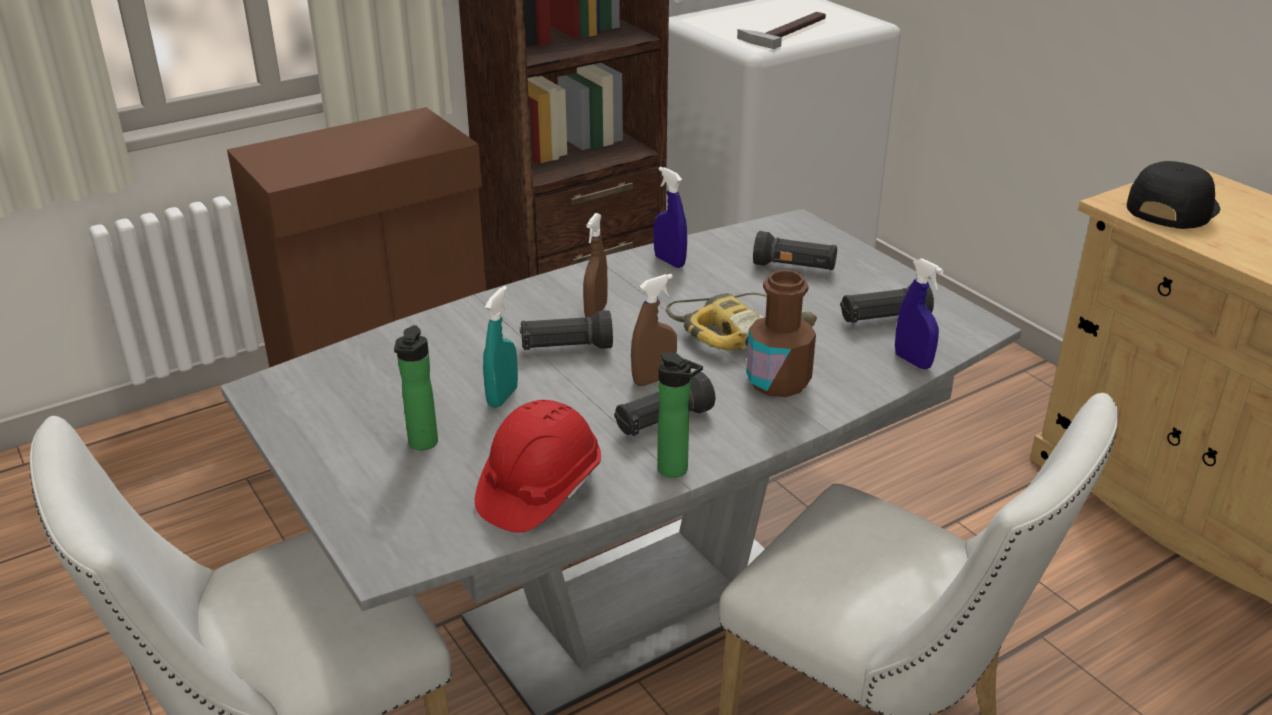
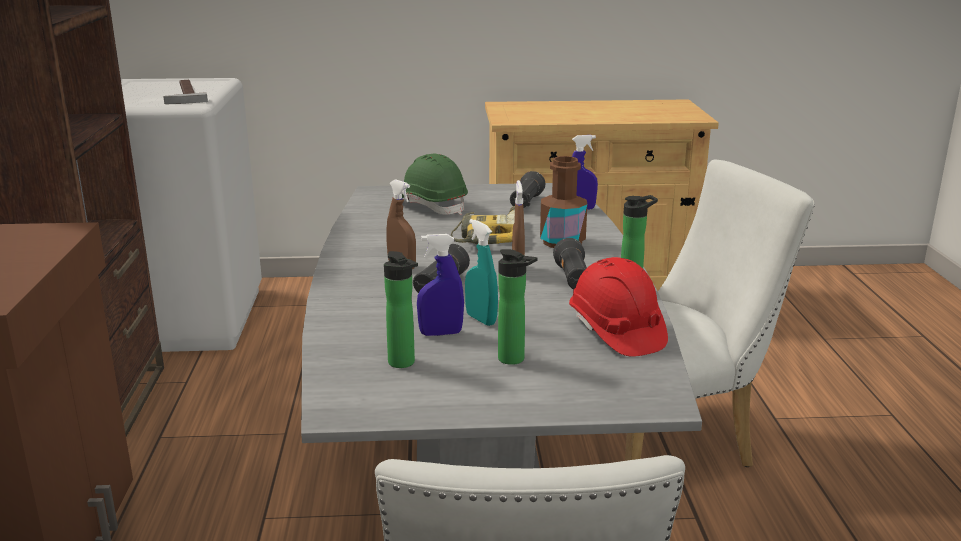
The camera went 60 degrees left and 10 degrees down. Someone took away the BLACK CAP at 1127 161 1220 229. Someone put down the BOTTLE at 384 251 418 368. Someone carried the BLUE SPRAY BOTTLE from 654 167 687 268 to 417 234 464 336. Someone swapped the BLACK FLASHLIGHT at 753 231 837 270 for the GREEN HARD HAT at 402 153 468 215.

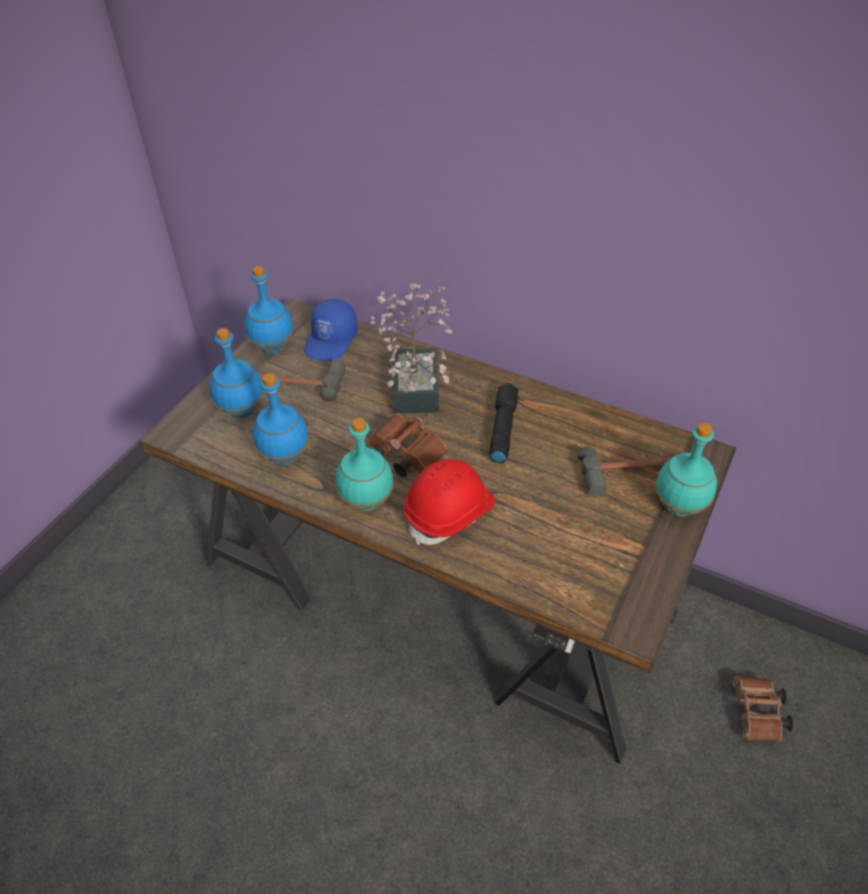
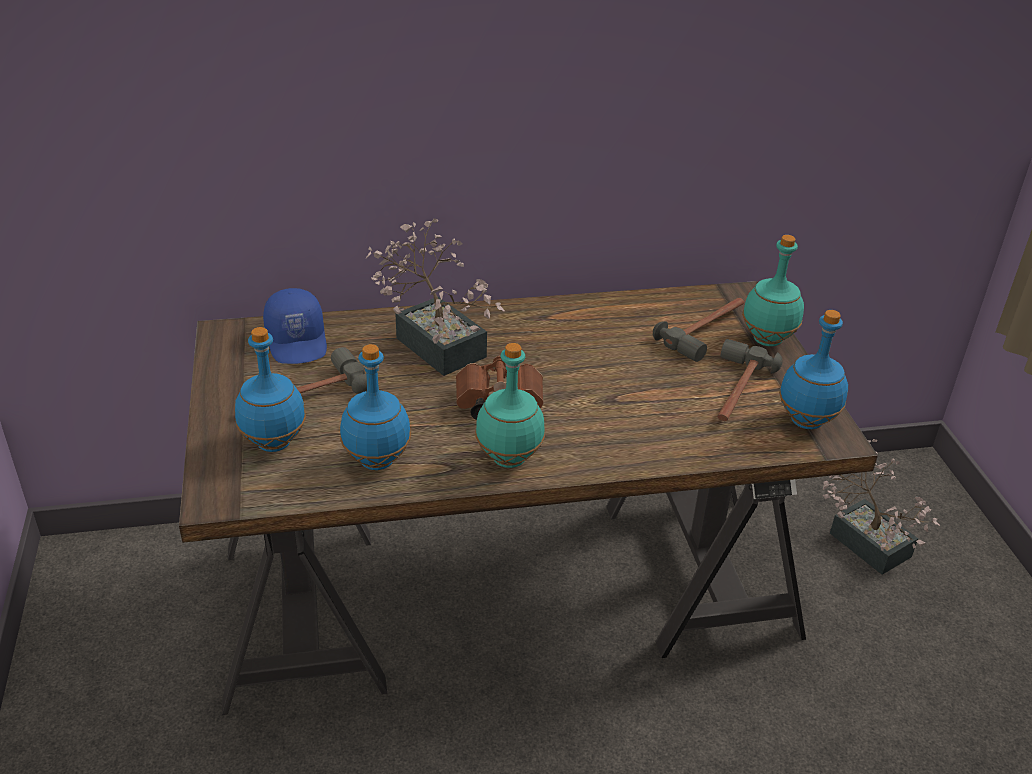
The camera went 40 degrees left and 10 degrees down. Someone took away the RED HARD HAT at 404 459 496 545. Someone took away the BLACK FLASHLIGHT at 489 383 518 463. Someone put down the HAMMER at 717 339 782 421. Someone carried the BLUE BOTTLE from 245 266 294 354 to 779 310 848 429. Someone swapped the BROWN BINOCULARS at 733 676 793 741 for the POTTED PLANT at 823 439 940 575.

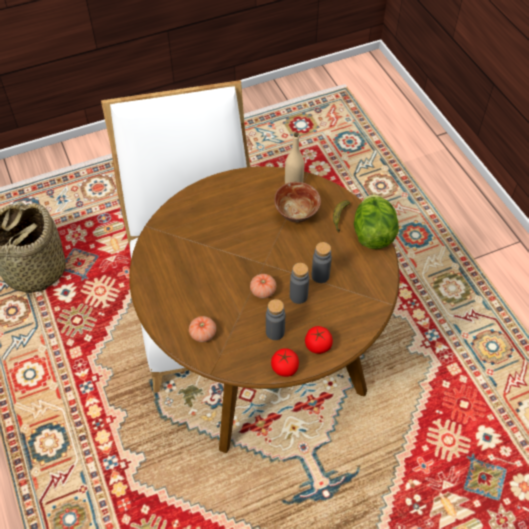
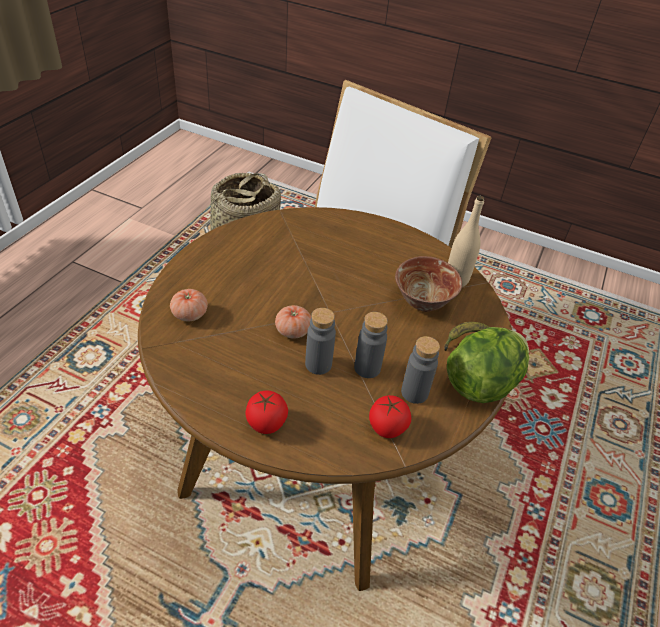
The camera went 45 degrees right and 10 degrees down. Someone carried the GREY BOTTLE from 266 299 285 340 to 401 336 440 404. Someone carried the TOMATO from 271 348 299 377 to 369 395 411 438.

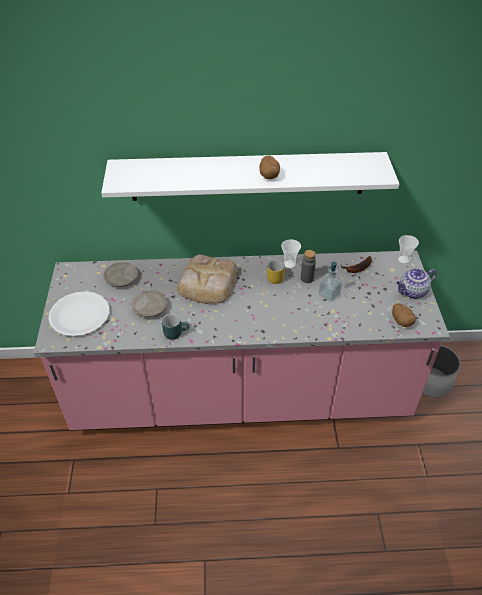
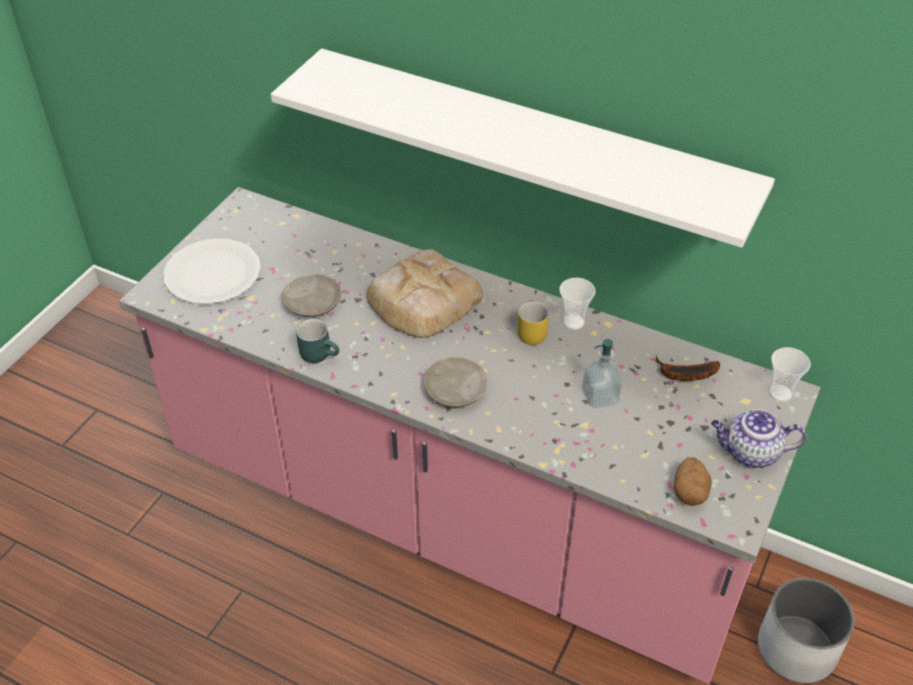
The camera went 30 degrees right and 0 degrees up. Someone took away the POTATO at 259 156 280 179. Someone took away the GREY BOTTLE at 301 250 316 283. Someone carried the BEIGE PLATE from 103 262 138 287 to 424 357 487 408.

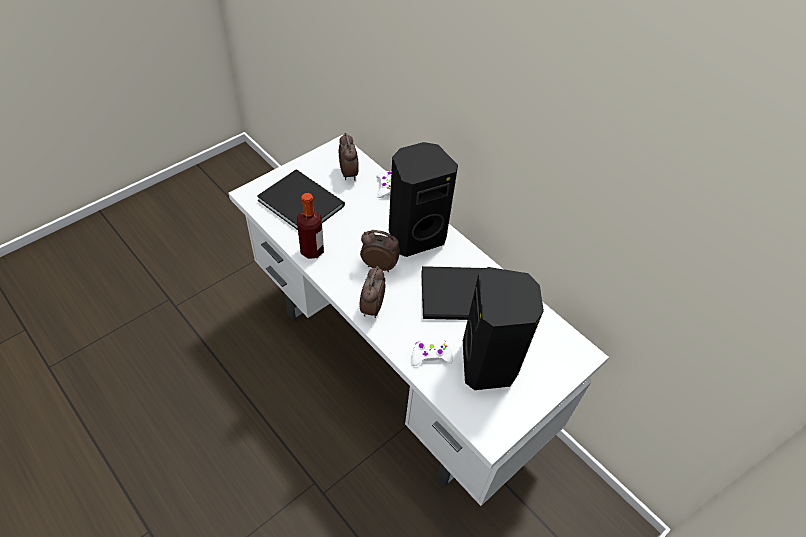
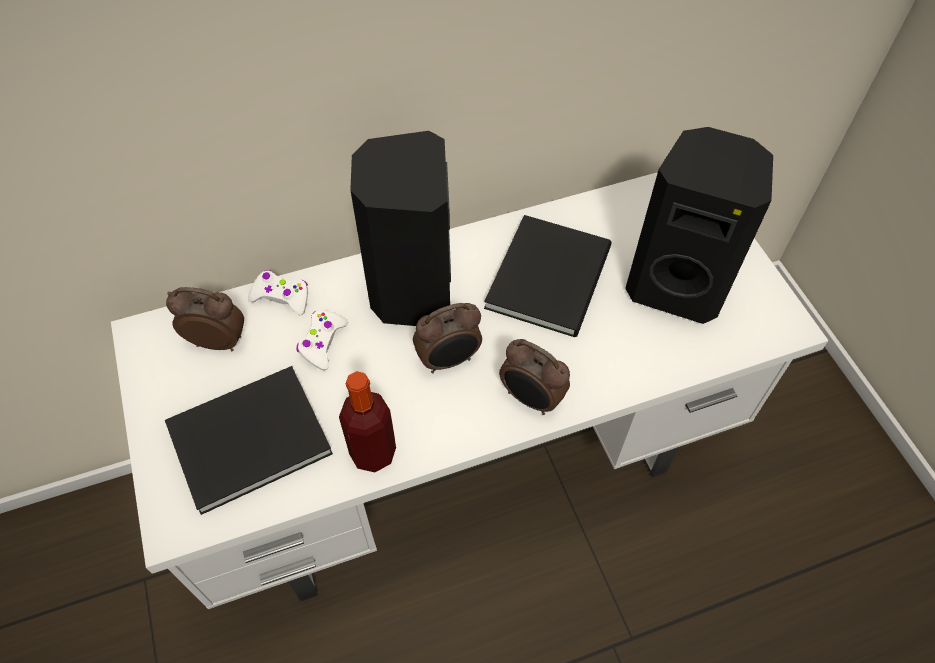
The camera went 65 degrees left and 5 degrees up. Someone carried the WHITE GAME CONTROLLER from 412 341 453 366 to 297 310 348 370. Someone rotated the ALARM CLOCK at 360 230 400 272 by 150 degrees counterclockwise.

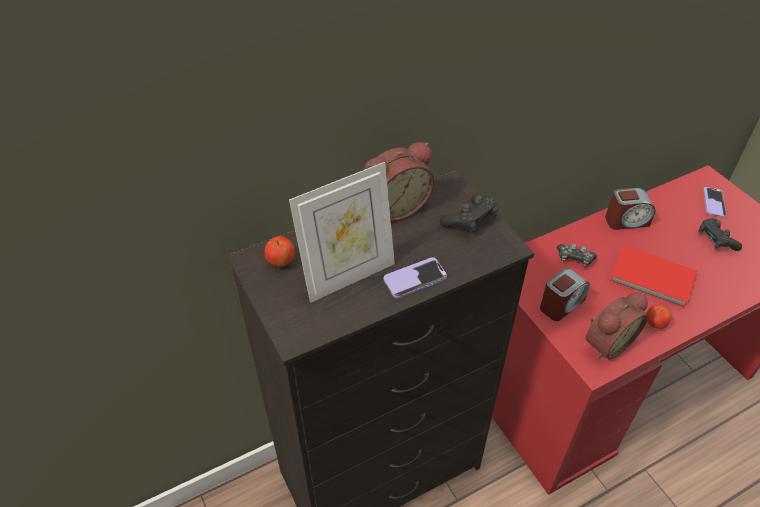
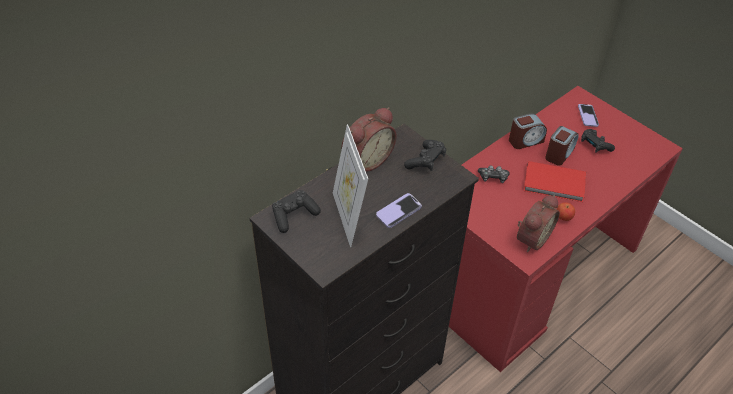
The camera went 15 degrees left and 0 degrees up. Someone carried the ALARM CLOCK from 540 268 590 321 to 545 126 579 166. Someone swapped the APPLE at 264 236 295 267 for the BLACK GAME CONTROLLER at 272 190 321 233. Someone rotated the PICTURE FRAME at 289 162 395 303 by 120 degrees clockwise.

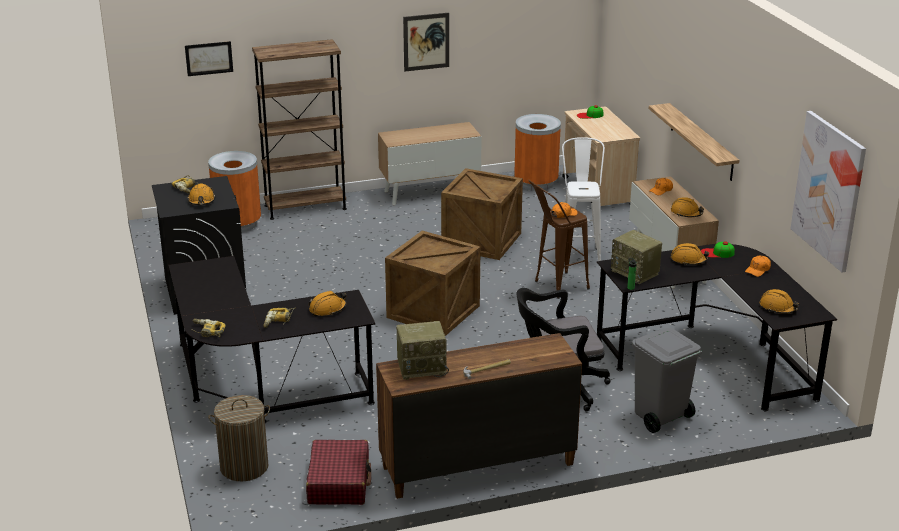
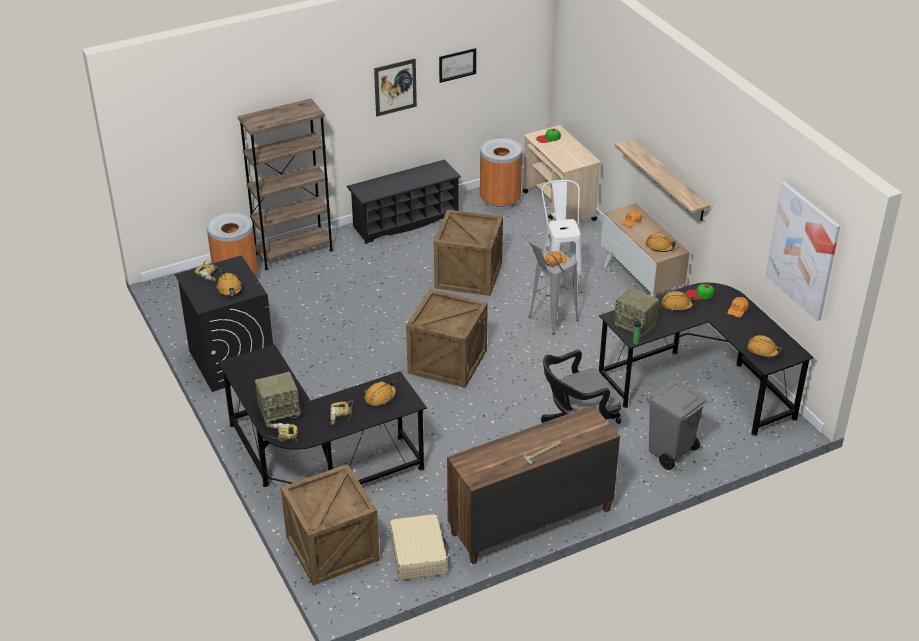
The camera went 10 degrees left and 10 degrees up. Someone carried the PICTURE from 185 41 233 76 to 439 48 476 83. Someone carried the RADIO from 396 321 449 380 to 255 372 302 423. Someone swapped the LAUNDRY BASKET at 208 395 270 481 for the CRATE at 281 464 380 586. Someone swapped the CABINET at 378 122 482 205 for the BLACK SHOE RACK at 346 159 461 244. Someone repainted the RED SUITCASE at 306 440 371 505, which became the BEIGE SUITCASE at 389 514 448 580. Someone repainted the BROWN STOOL at 528 180 590 299, which became the GREY STOOL at 524 236 579 335.

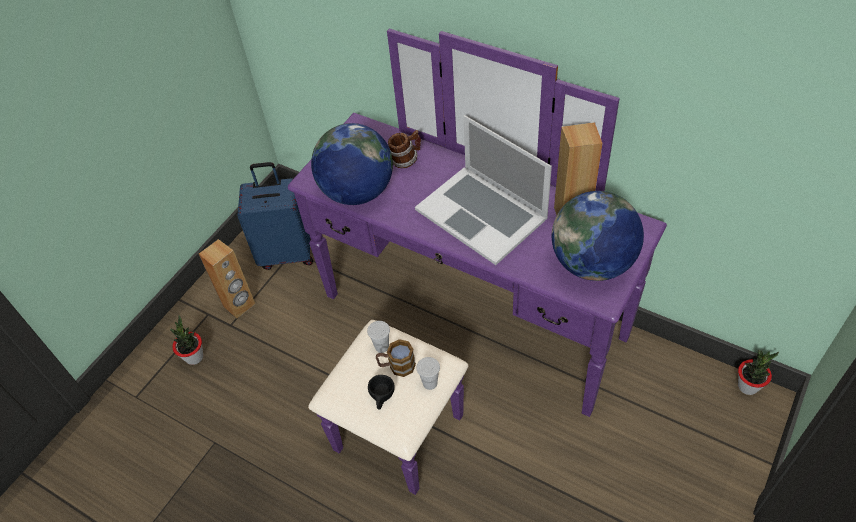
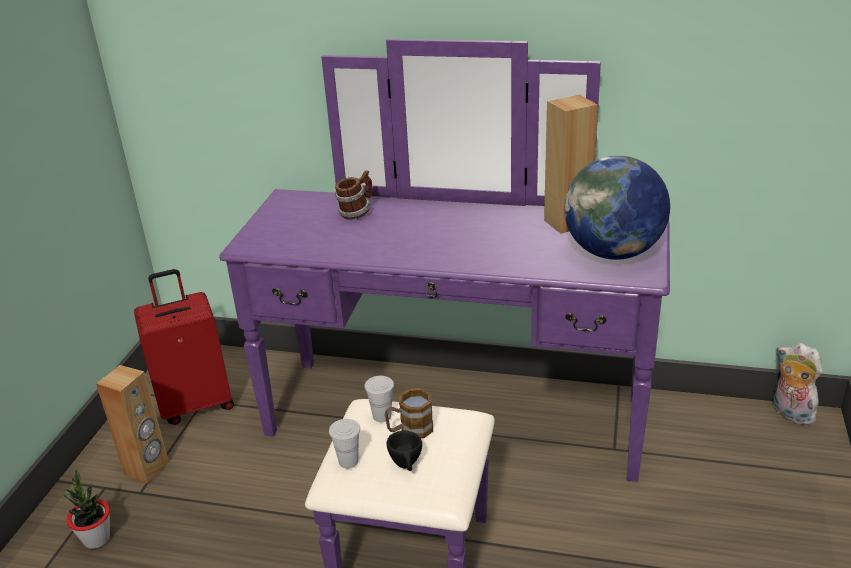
The camera went 20 degrees left and 20 degrees down. Someone took away the GLOBE at 311 123 393 205. Someone took away the LAPTOP at 415 115 552 265. Someone carried the WHITE CUP from 416 357 440 390 to 329 419 360 469. Someone swapped the POTTED PLANT at 738 350 779 395 for the PLUSH TOY at 773 343 823 425. Someone repainted the BLUE SUITCASE at 238 162 313 270, which became the RED SUITCASE at 134 269 234 425.

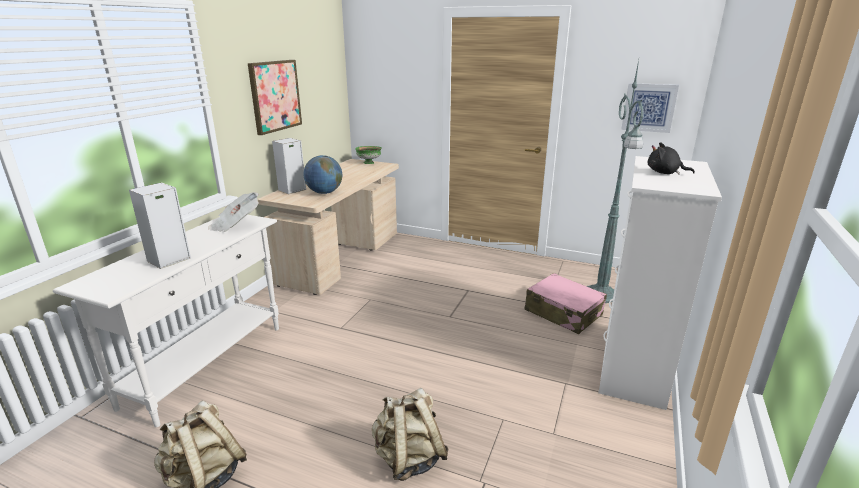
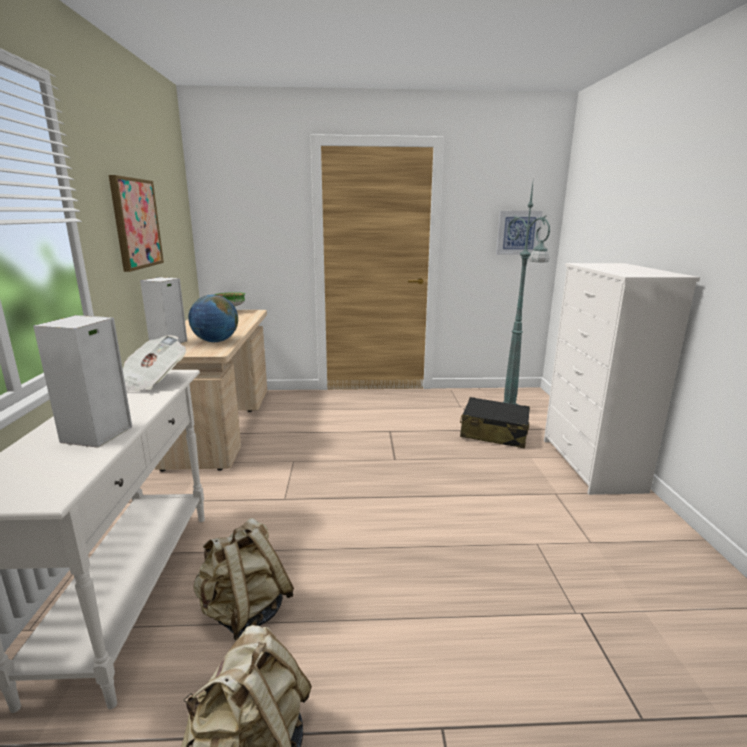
The camera went 25 degrees left and 5 degrees down. Someone took away the BLACK PLUSH TOY at 647 142 695 175. Someone carried the BEIGE BACKPACK from 372 388 449 481 to 193 518 294 640. Someone repainted the PINK SUITCASE at 525 273 607 334, which became the BLACK SUITCASE at 460 397 530 448.

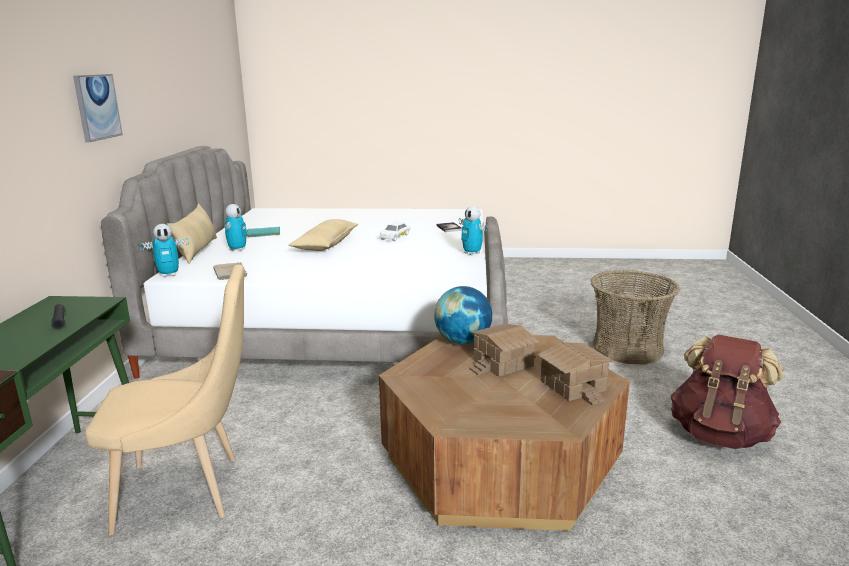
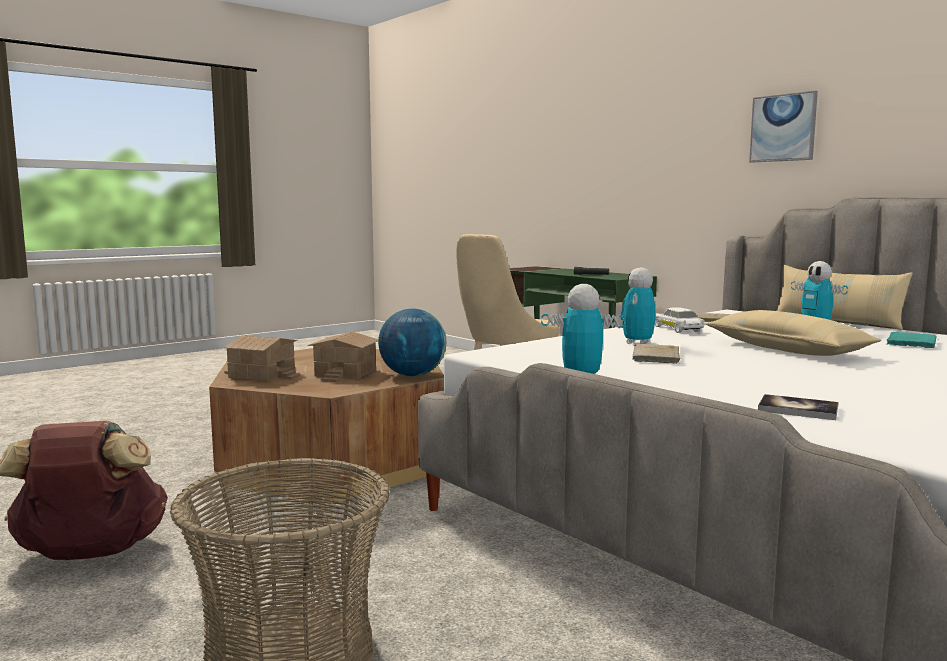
The camera went 135 degrees right and 10 degrees down. Someone put down the BEIGE BOOK at 633 344 680 364. Someone carried the TOY ROBOT from 139 224 189 277 to 621 267 655 344. Someone carried the WHITE TOY CAR from 379 222 411 241 to 655 307 705 333.

